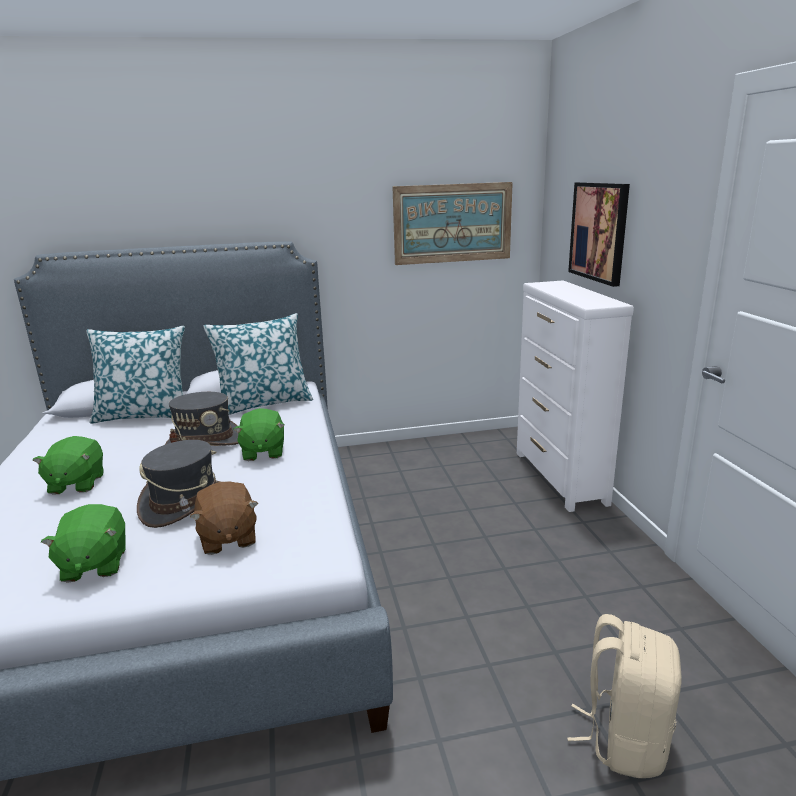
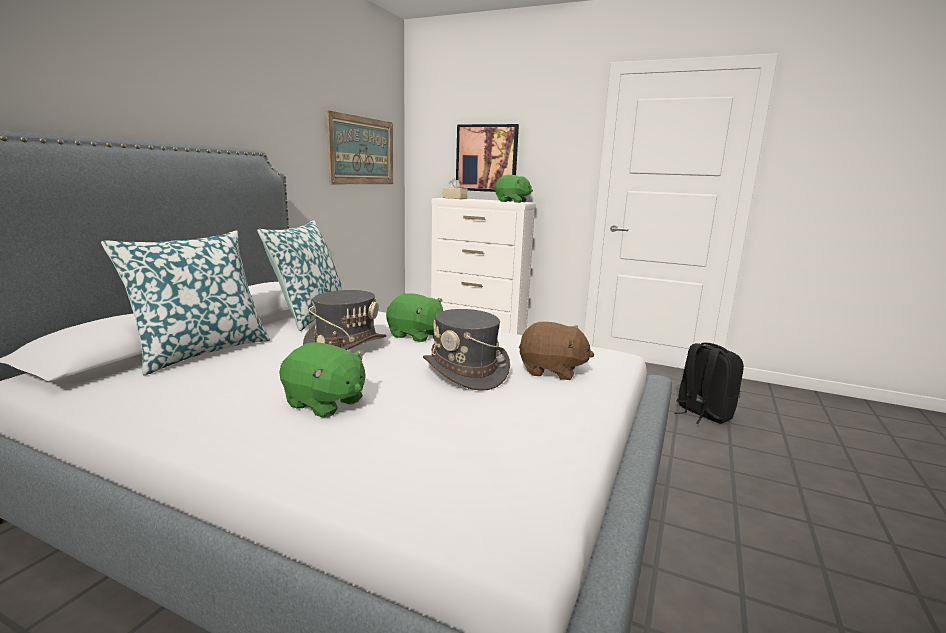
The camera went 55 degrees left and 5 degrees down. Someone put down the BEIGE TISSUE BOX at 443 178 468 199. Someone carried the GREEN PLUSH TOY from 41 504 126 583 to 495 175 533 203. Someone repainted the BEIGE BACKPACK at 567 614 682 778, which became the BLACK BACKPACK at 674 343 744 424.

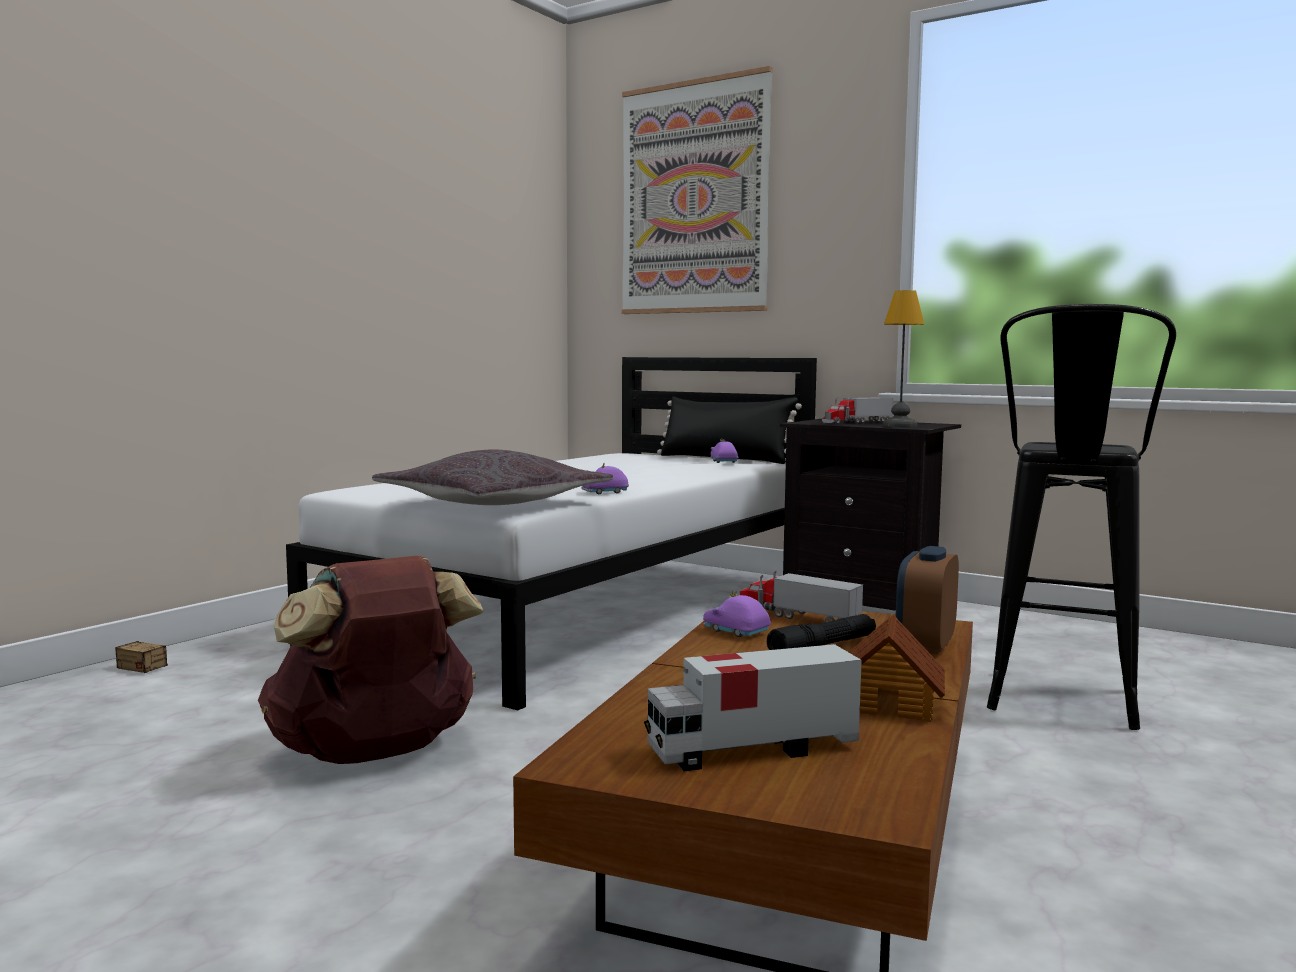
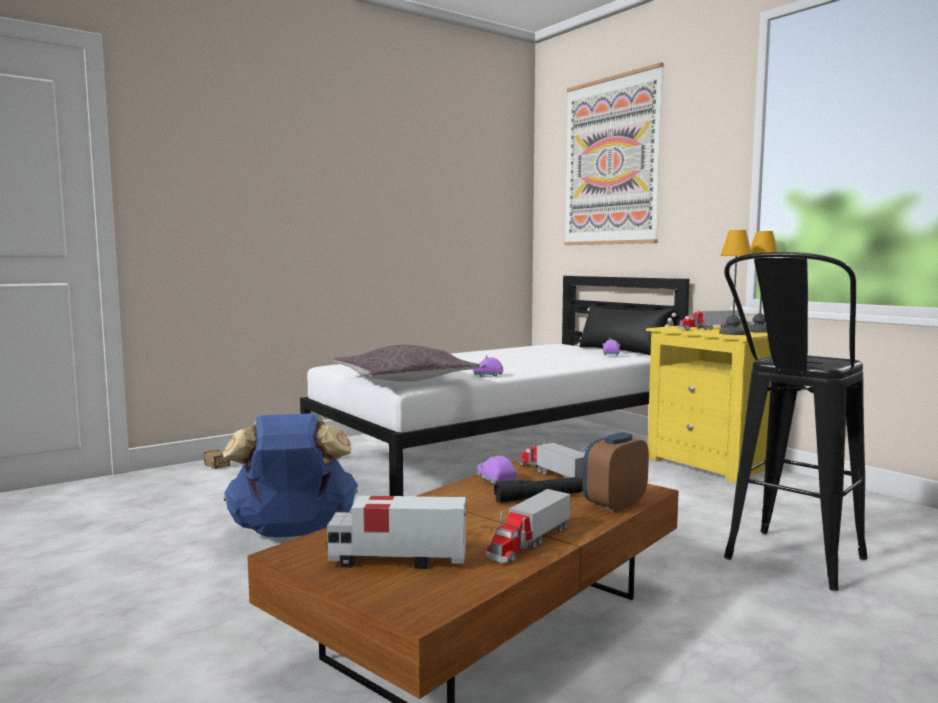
The camera went 20 degrees right and 0 degrees up. Someone put down the TABLE LAMP at 748 231 778 333. Someone swapped the TOY HOUSE at 849 614 945 722 for the TOY TRUCK at 485 489 571 563. Someone repainted the BROWN BACKPACK at 258 555 484 764, which became the BLUE BACKPACK at 223 413 358 537. Someone repainted the BLACK NIGHTSTAND at 780 419 961 611, which became the YELLOW NIGHTSTAND at 646 326 771 484.

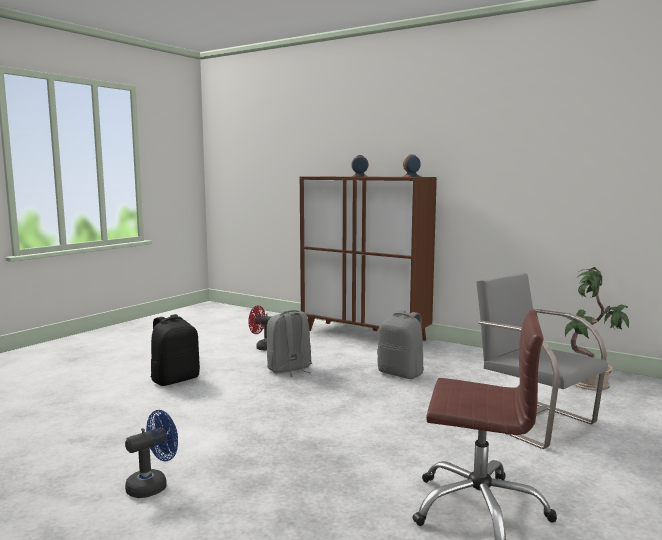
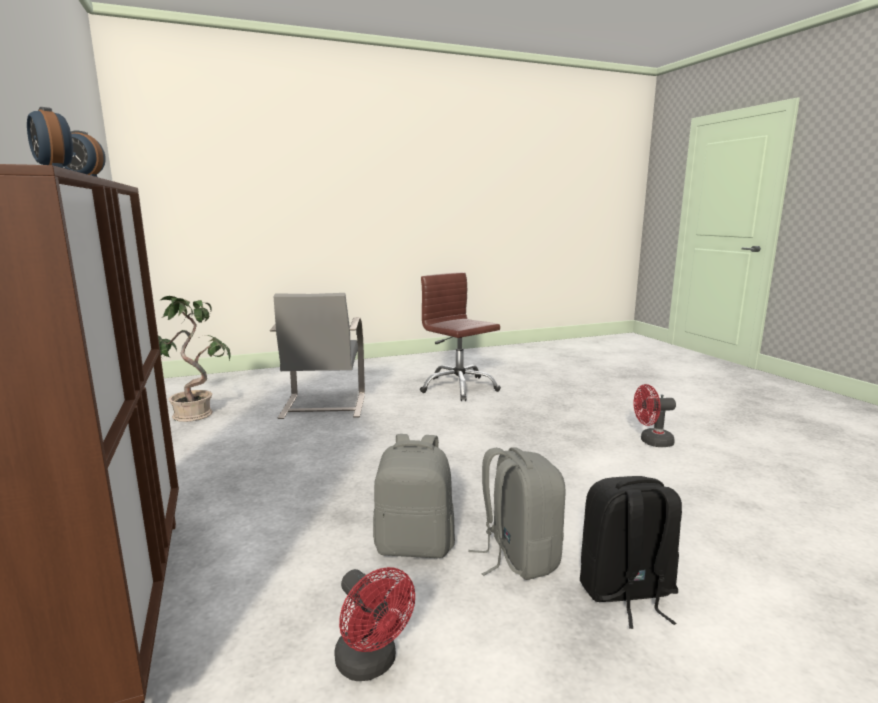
The camera went 145 degrees left and 5 degrees up. Someone carried the GREY BACKPACK from 377 310 424 379 to 468 447 566 580. Someone repainted the BLUE FAN at 125 410 178 498, which became the RED FAN at 633 384 676 447.

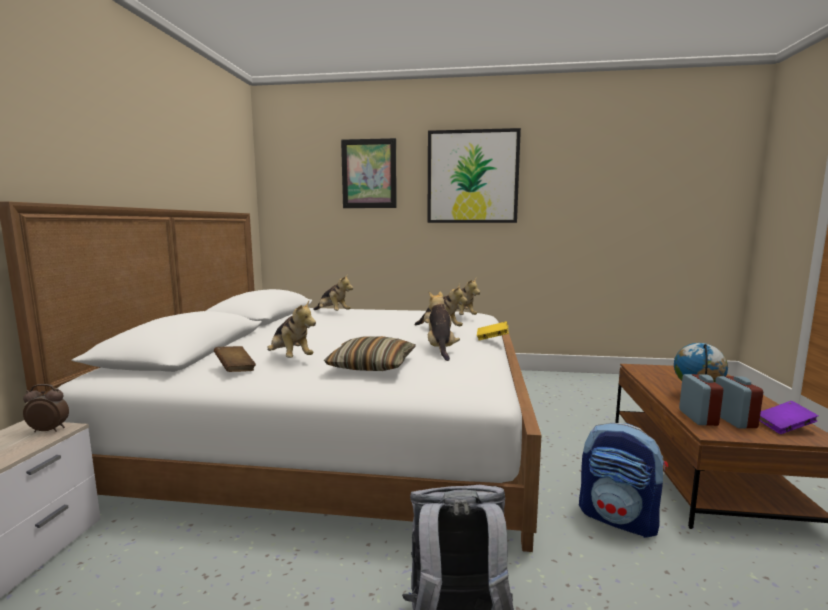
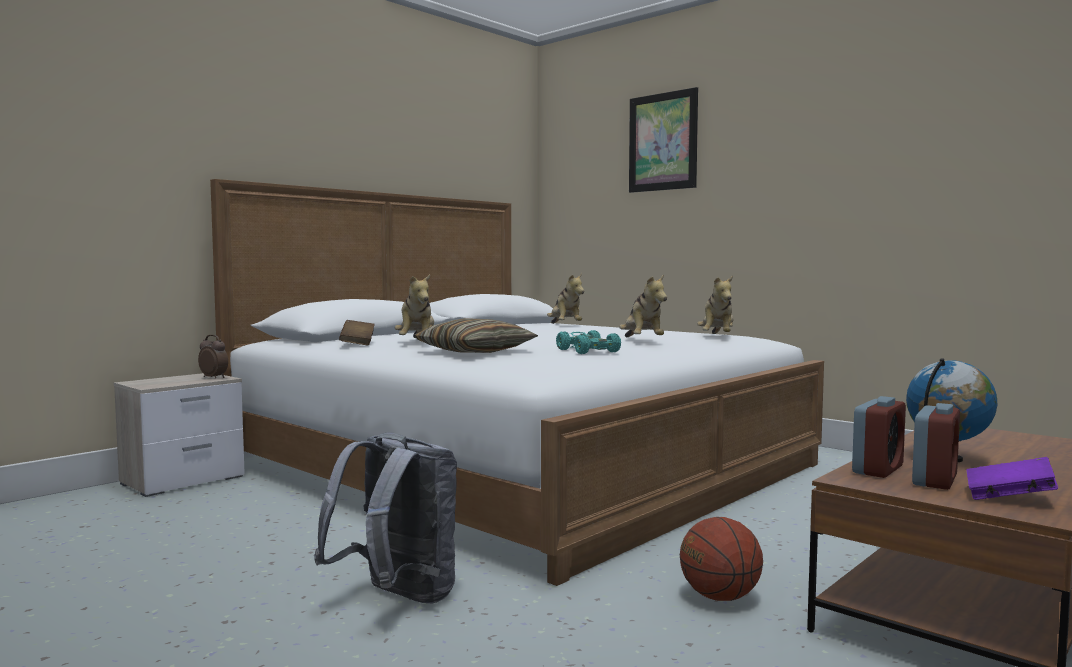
The camera went 35 degrees right and 5 degrees down. Someone took away the PICTURE at 427 128 521 223. Someone took away the YELLOW BOOK at 477 321 508 340. Someone swapped the PLUSH TOY at 428 291 460 361 for the TURQUOISE TOY CAR at 556 330 621 354. Someone swapped the BACKPACK at 579 423 668 538 for the BASKETBALL at 680 517 763 601.

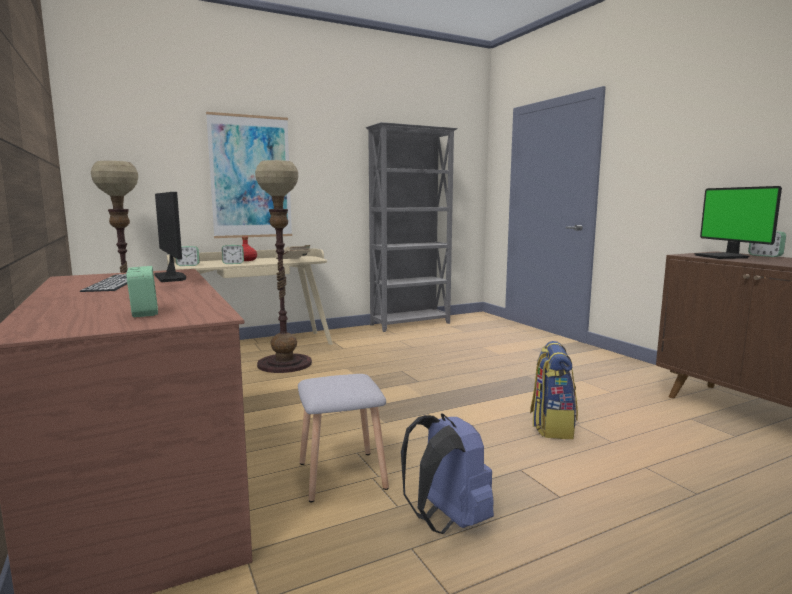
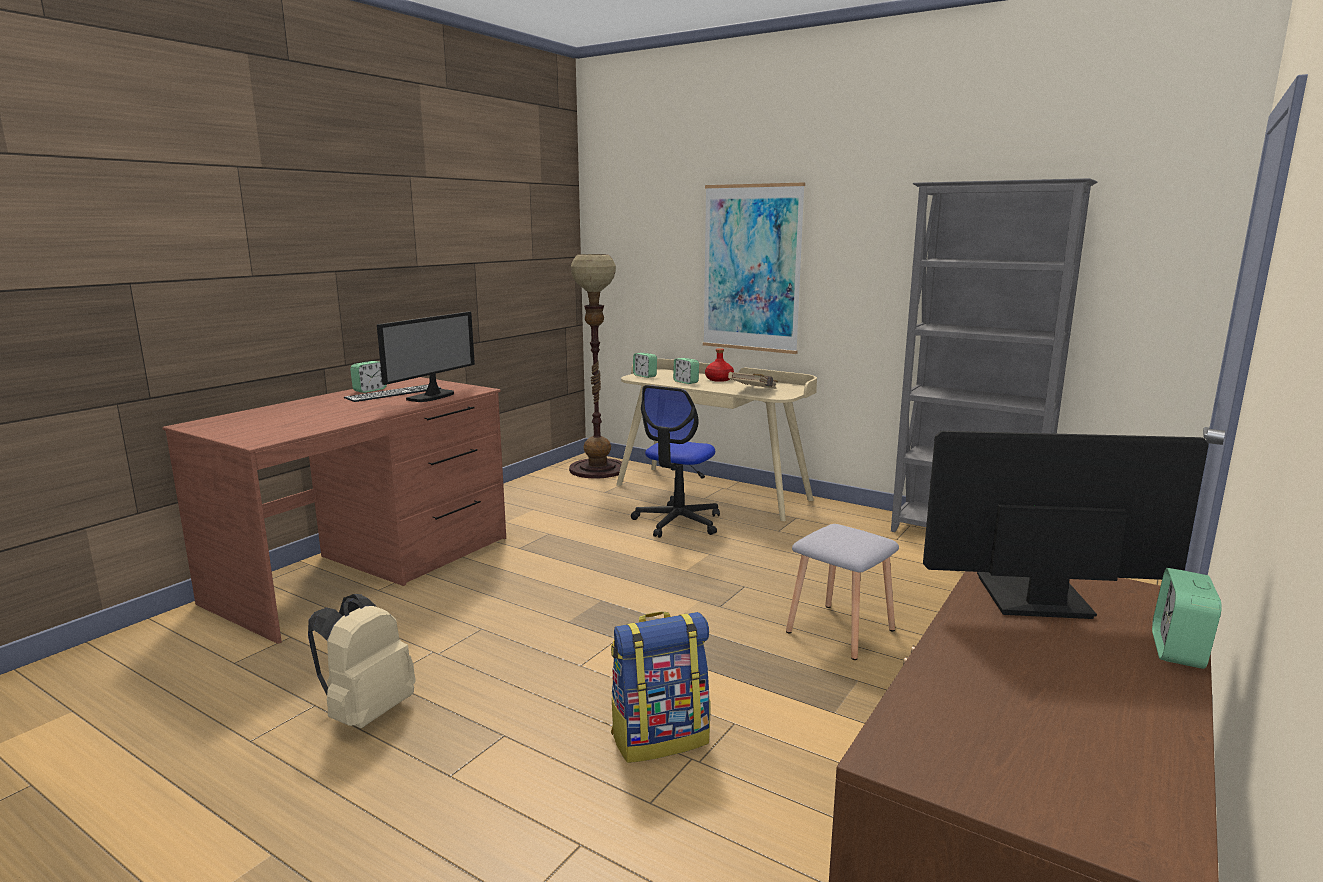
The camera went 60 degrees right and 5 degrees up. Someone carried the ALARM CLOCK from 126 266 158 317 to 350 361 387 393. Someone carried the GREY STOOL from 298 374 389 502 to 786 524 899 660. Someone swapped the FLOOR LAMP at 255 160 312 373 for the OFFICE CHAIR at 631 385 720 538. Someone repainted the BLUE BACKPACK at 401 414 494 534, which became the BEIGE BACKPACK at 308 594 416 728. Someone rotated the MONITOR at 694 186 782 259 by 45 degrees clockwise.

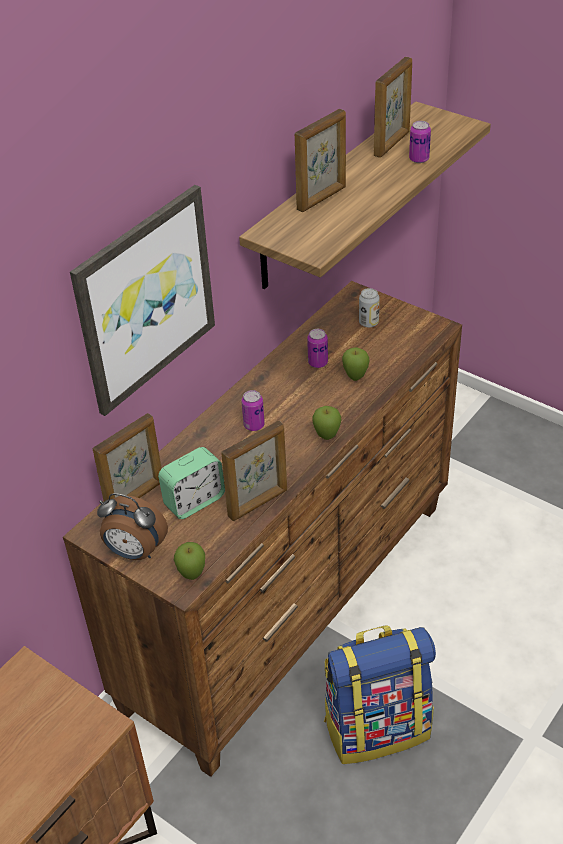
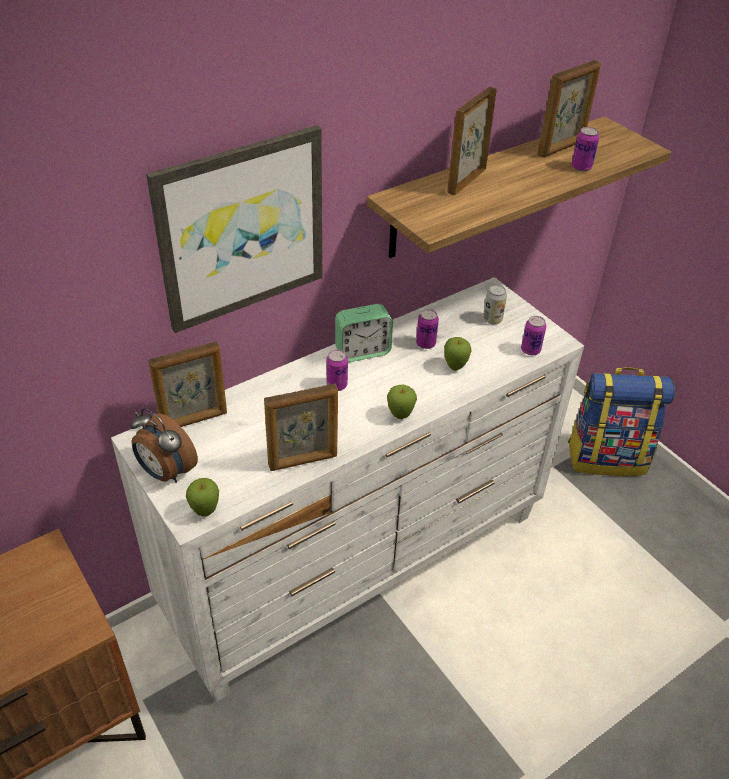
The camera went 15 degrees right and 0 degrees up. Someone put down the CAN at 521 316 546 355. Someone carried the ALARM CLOCK from 158 447 225 519 to 335 304 393 362. Someone carried the BACKPACK from 324 625 436 764 to 568 367 675 476. Someone repainted the BROWN DRESSER at 63 281 462 777, which became the WHITE DRESSER at 111 277 584 703. Someone rotated the PICTURE FRAME at 294 109 346 212 by 150 degrees clockwise.

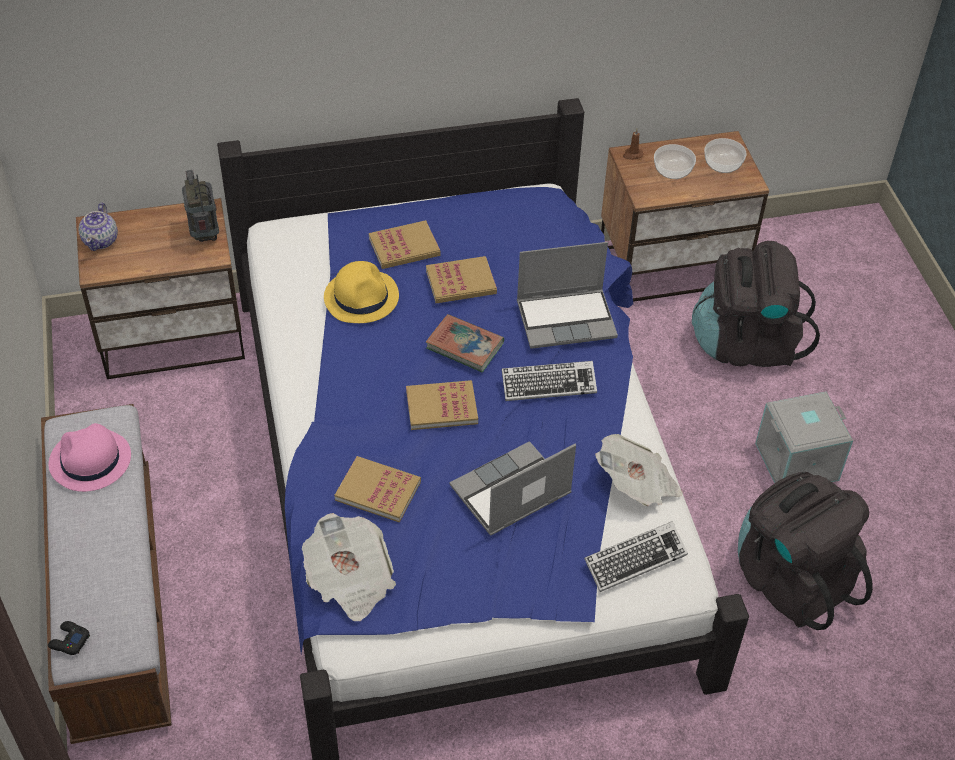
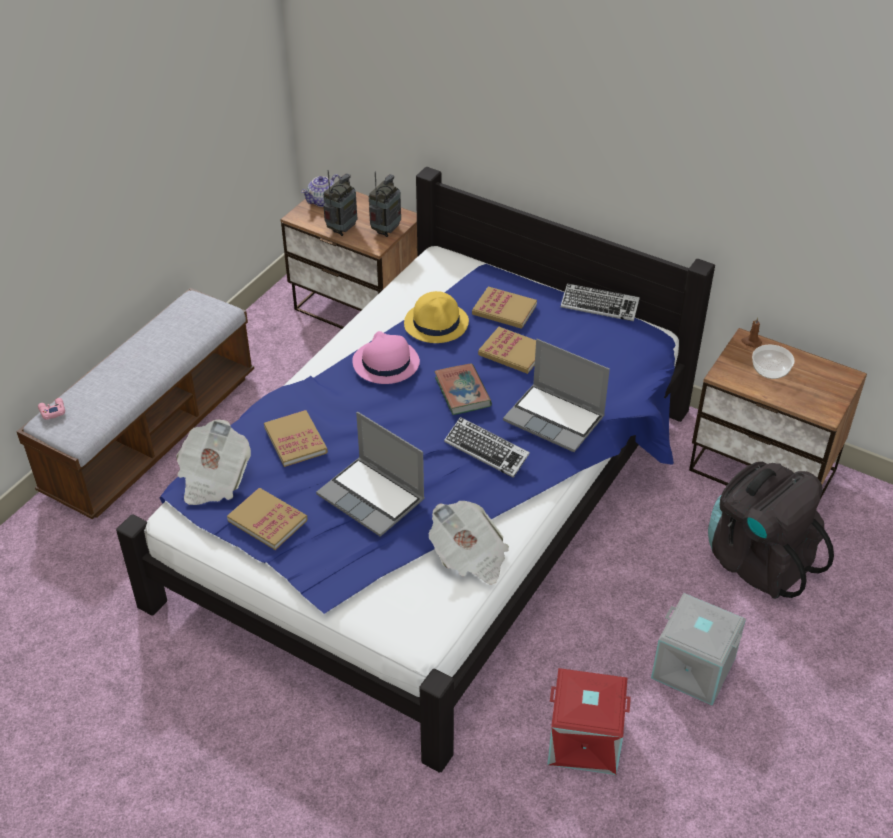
The camera went 45 degrees right and 5 degrees down. Someone took away the BOWL at 704 138 747 173. Someone put down the RADIO at 323 170 357 236. Someone carried the PINK HAT from 49 423 131 492 to 352 331 420 384. Someone carried the BOOK from 406 380 478 430 to 227 488 308 550. Someone carried the KEYBOARD from 584 521 688 592 to 561 283 640 321. Someone swapped the BLACK BACKPACK at 738 472 873 630 for the RED STORAGE BOX at 547 668 631 775. Someone repainted the BLACK GAME CONTROLLER at 48 621 90 655, which became the PINK GAME CONTROLLER at 38 398 65 420. Someone rotated the LAPTOP at 449 441 576 536 by 150 degrees counterclockwise.

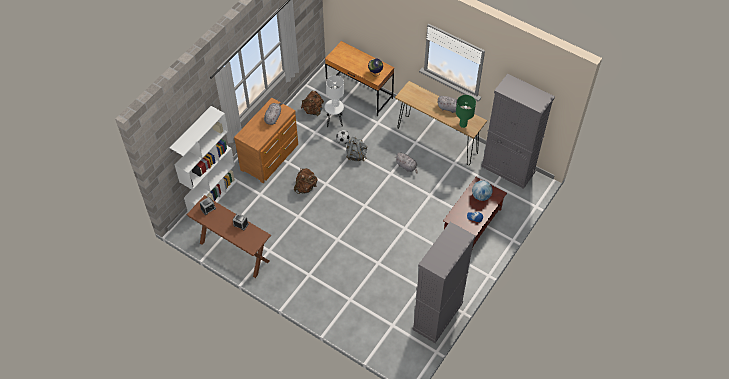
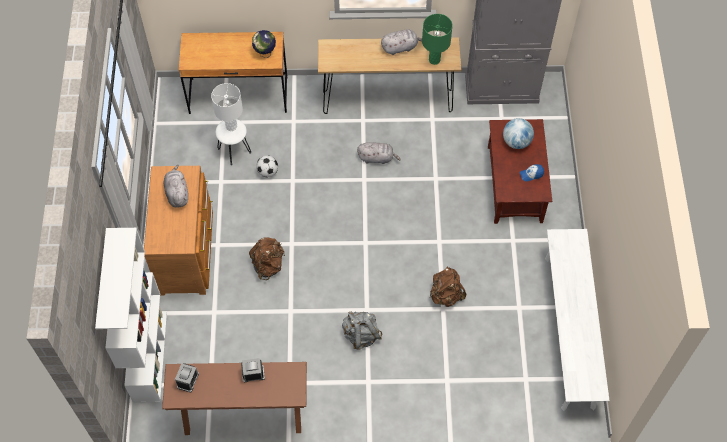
The camera went 35 degrees left and 5 degrees up. Someone carried the BROWN BACKPACK from 301 91 324 116 to 430 267 466 307. Someone carried the GREY BACKPACK from 346 137 367 161 to 342 311 382 350. Someone swapped the GREY CABINET at 413 222 476 343 for the WHITE BENCH at 545 229 609 411.

